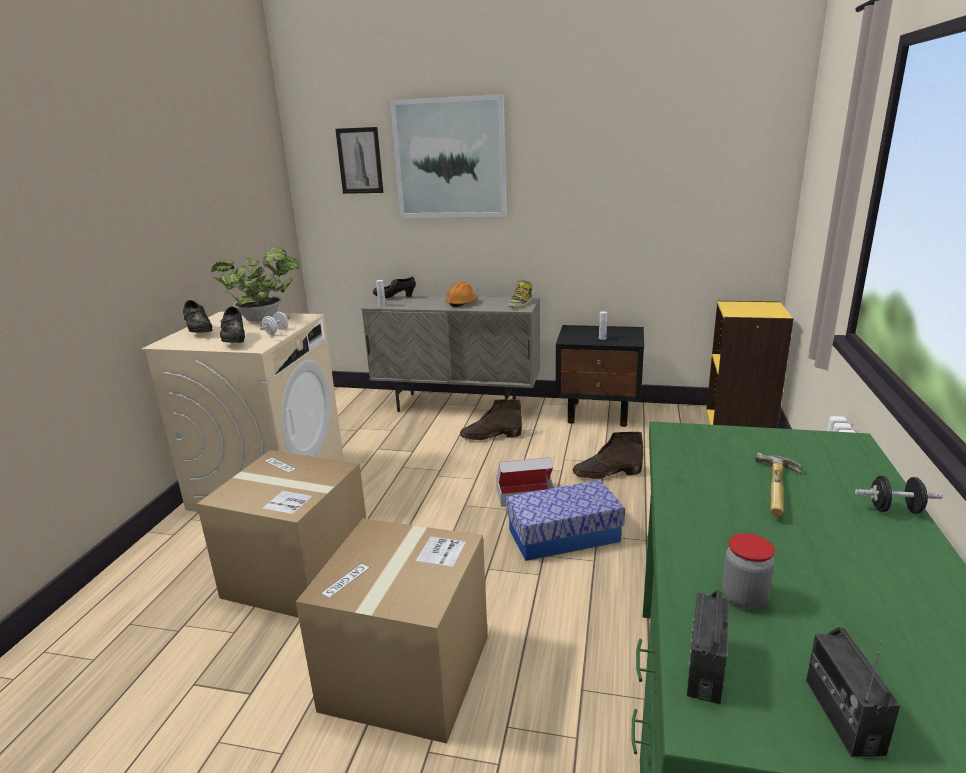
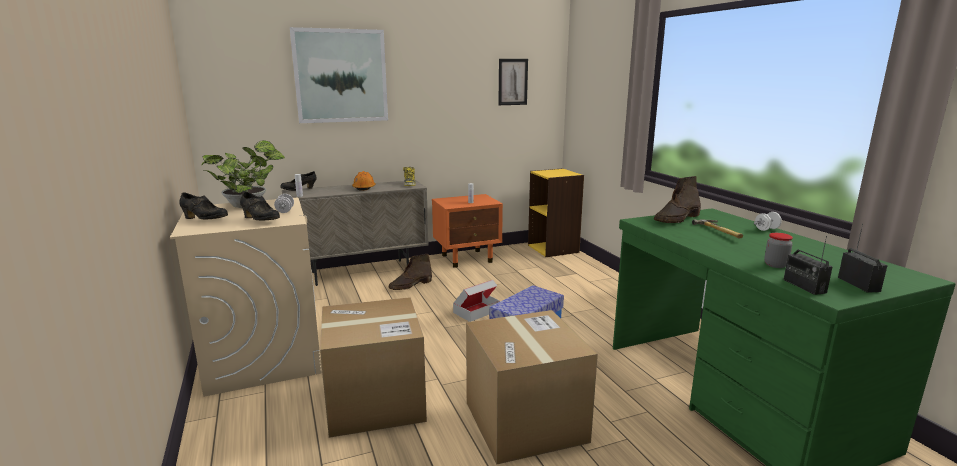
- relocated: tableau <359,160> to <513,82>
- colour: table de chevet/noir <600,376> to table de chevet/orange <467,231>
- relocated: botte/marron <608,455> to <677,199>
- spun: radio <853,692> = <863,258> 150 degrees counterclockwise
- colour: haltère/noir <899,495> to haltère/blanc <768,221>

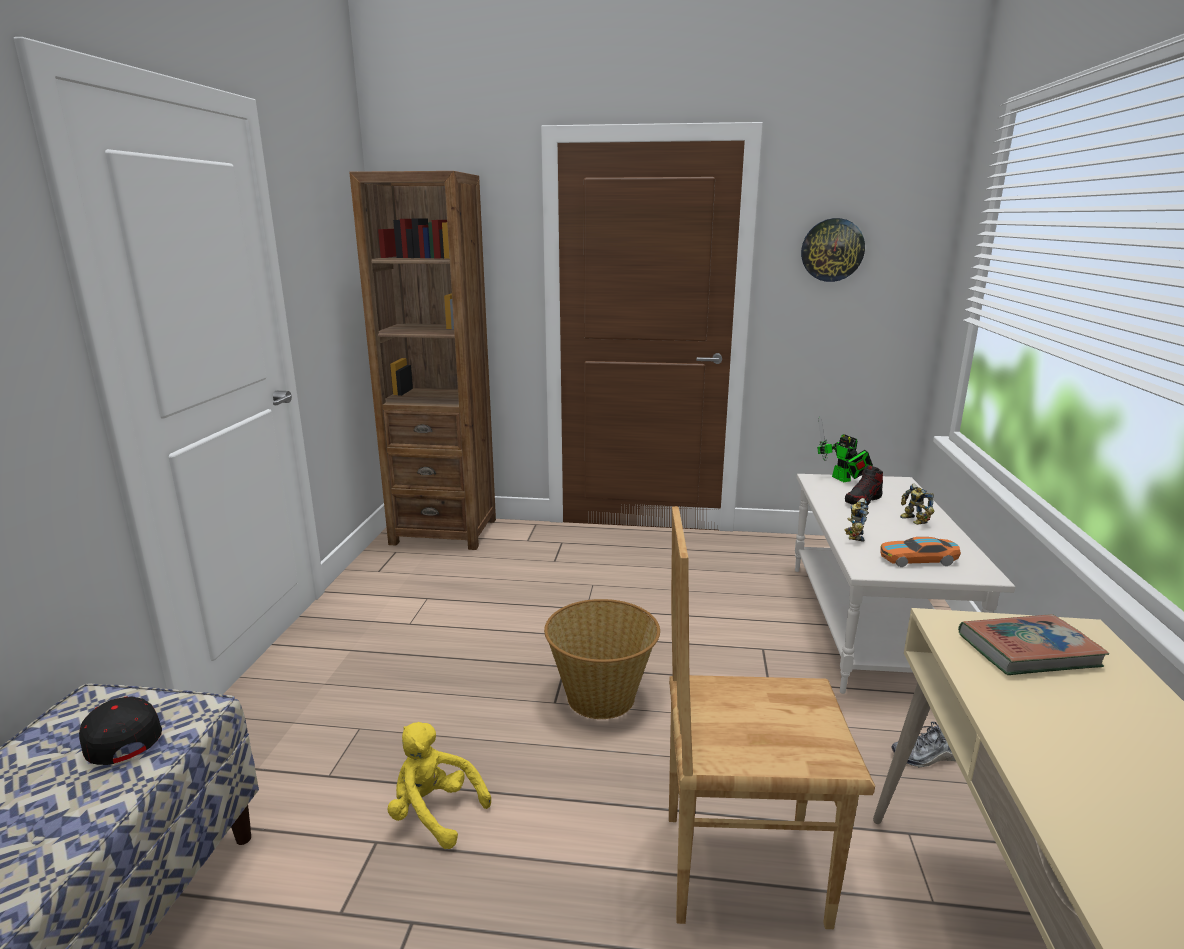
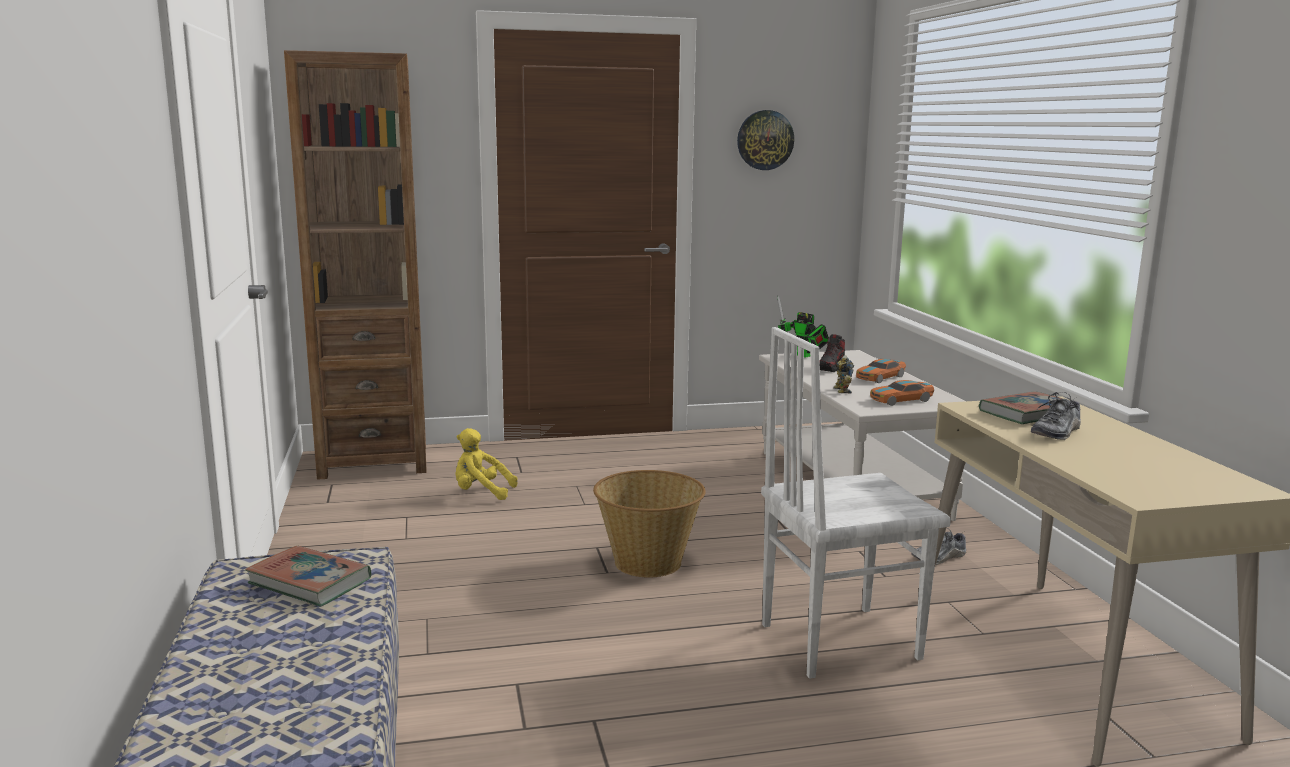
- exchanged: casquette/noir <120,730> to livre <308,576>
- relocated: peluche/jaune <439,785> to <486,464>
- colour: chaise/marron <772,717> to chaise/blanc <856,503>
- exchanged: robot jouet <917,504> to petite voiture <881,371>
- appeared: chaussure <1056,416>

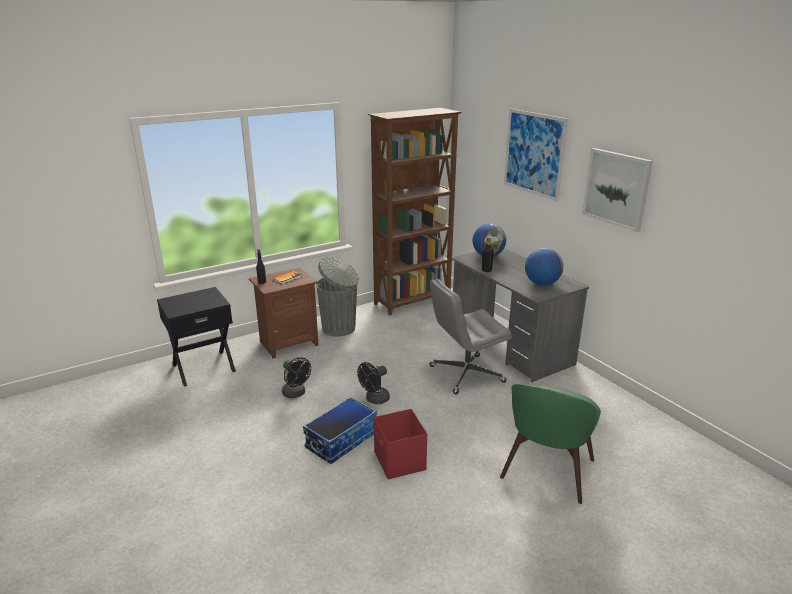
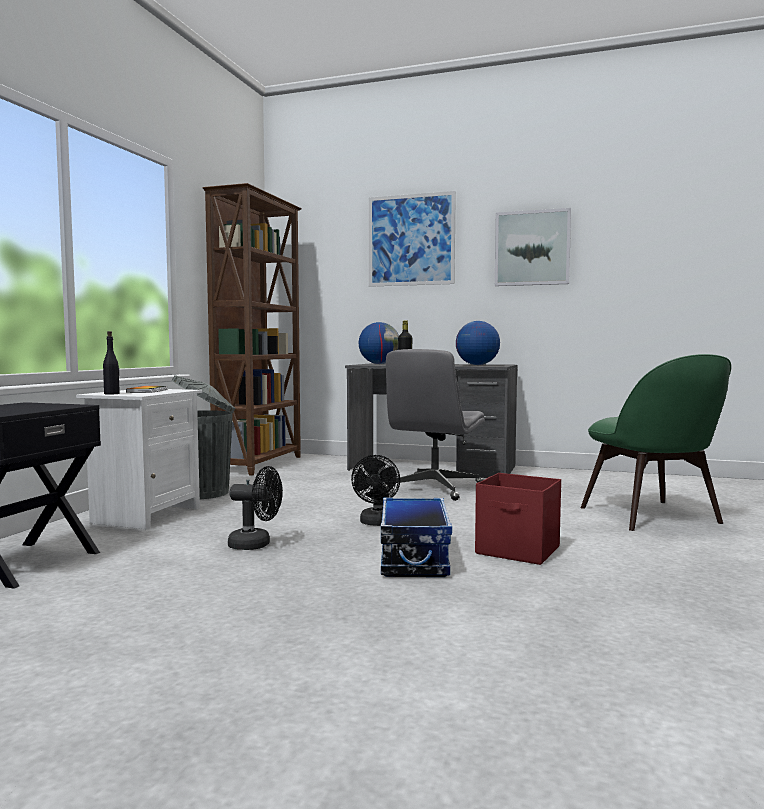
- colour: table de chevet/marron <284,313> to table de chevet/blanc <139,459>

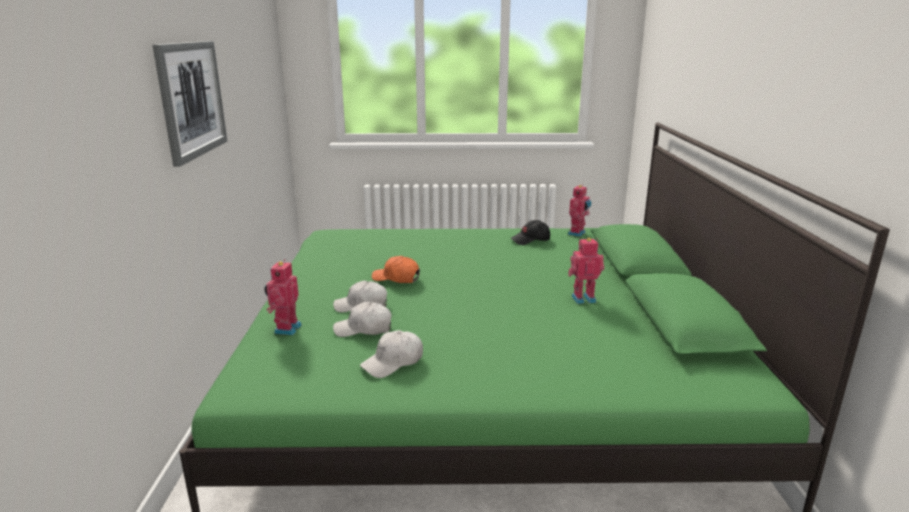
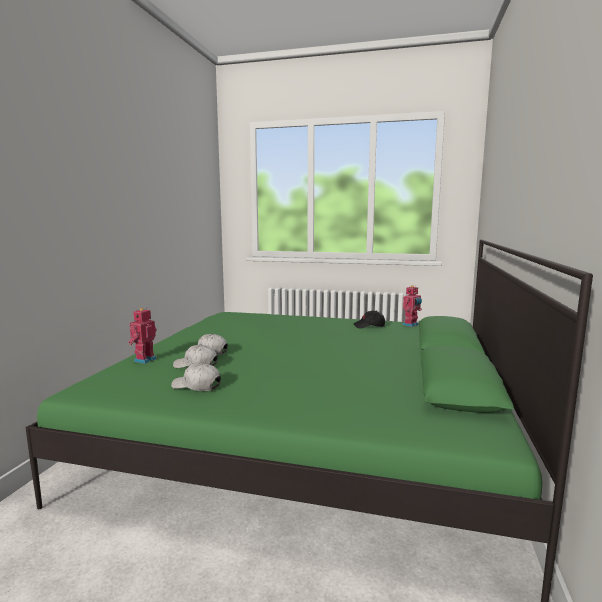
- missing: tableau <190,104>
- spun: casquette/blanc <391,354> = <196,377> 45 degrees clockwise
- missing: casquette/orange <396,269>
- missing: robot jouet <586,271>

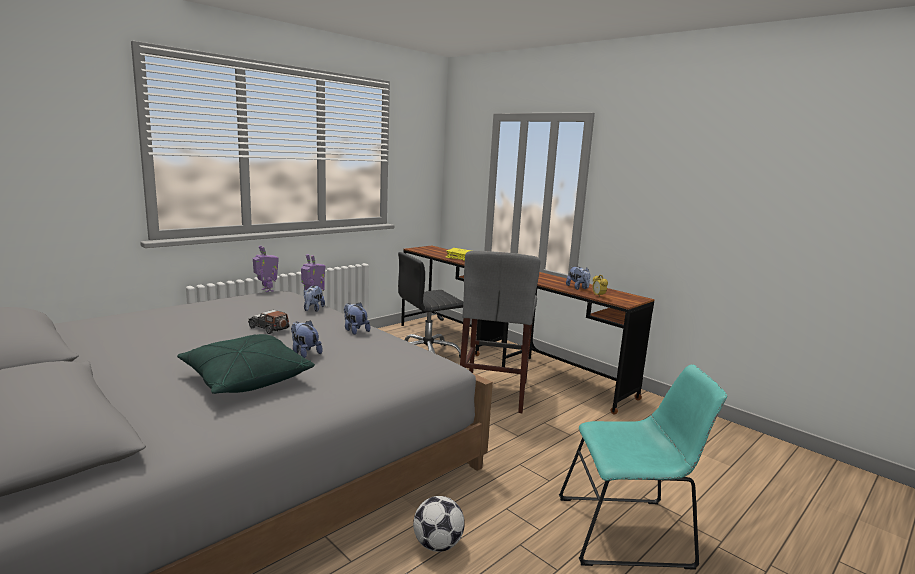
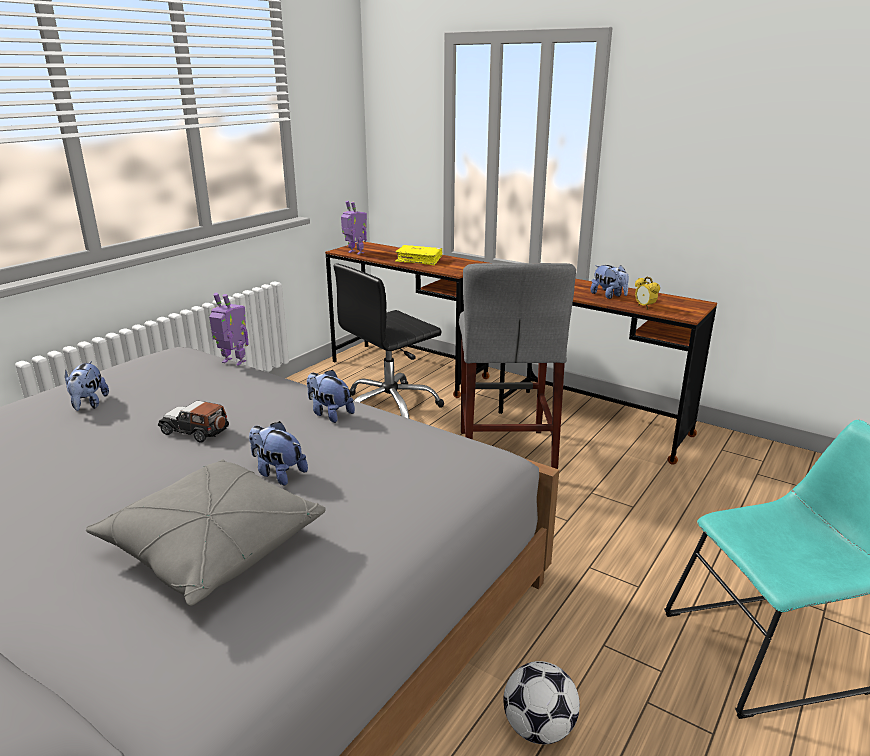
- colour: coussin/vert <246,364> to coussin/gris <206,532>
- relocated: robot jouet <266,269> to <354,228>
- relocated: peluche <314,298> to <87,386>

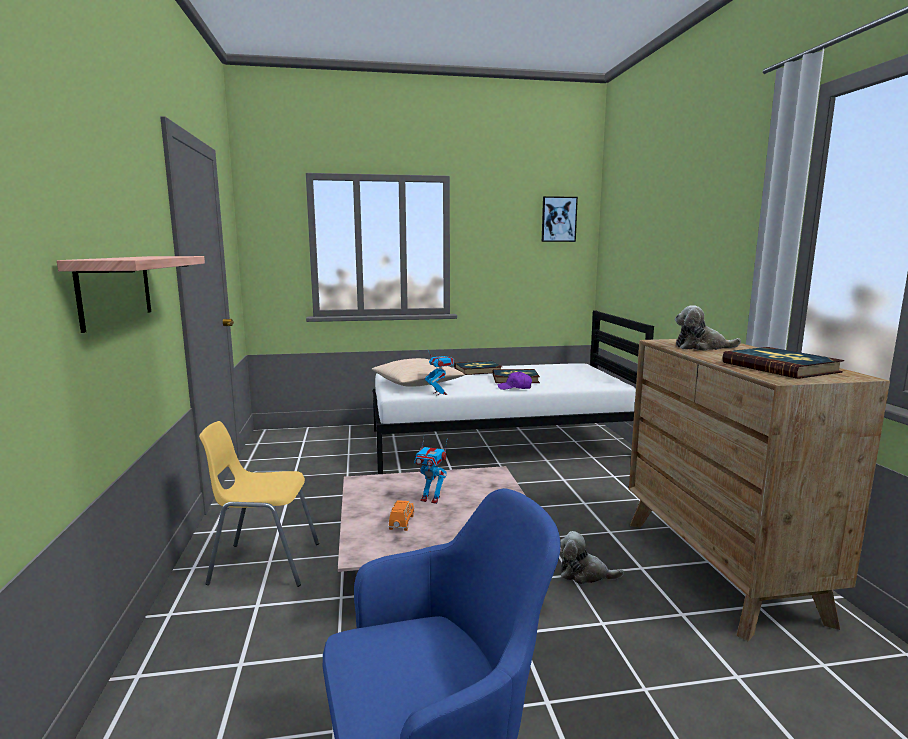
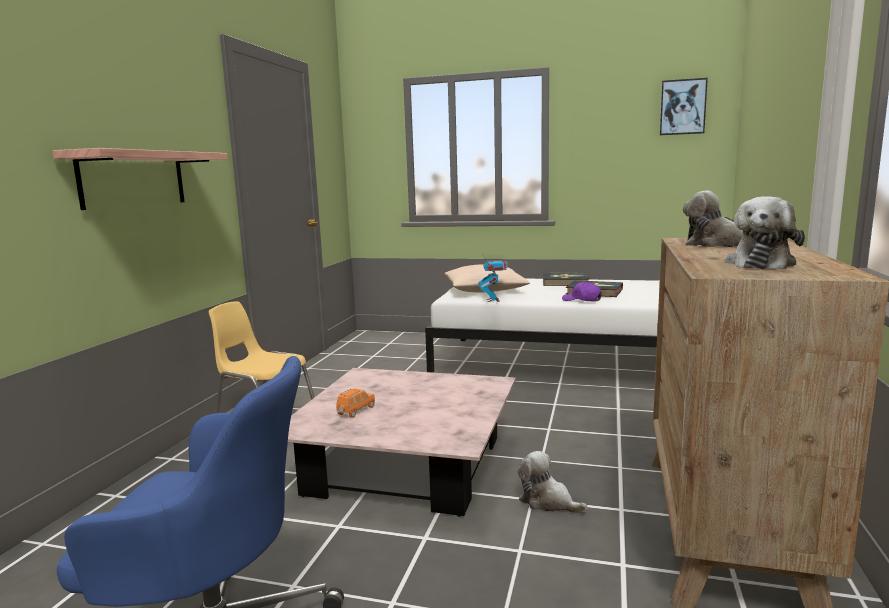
- missing: robot jouet <431,471>
- exchanged: livre <783,363> to peluche <765,233>

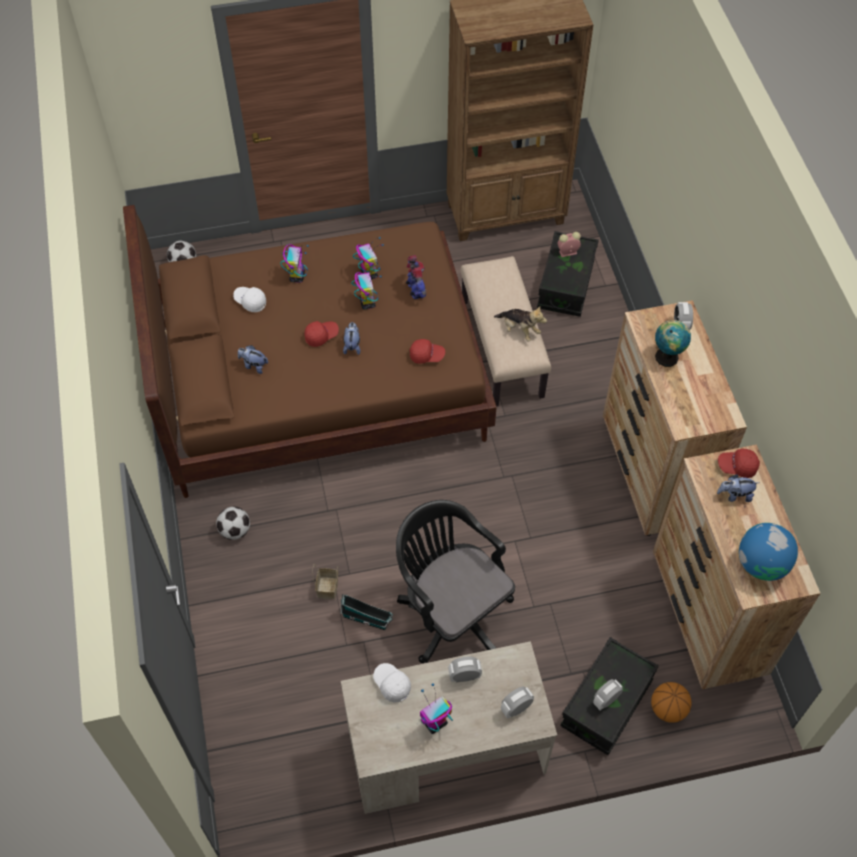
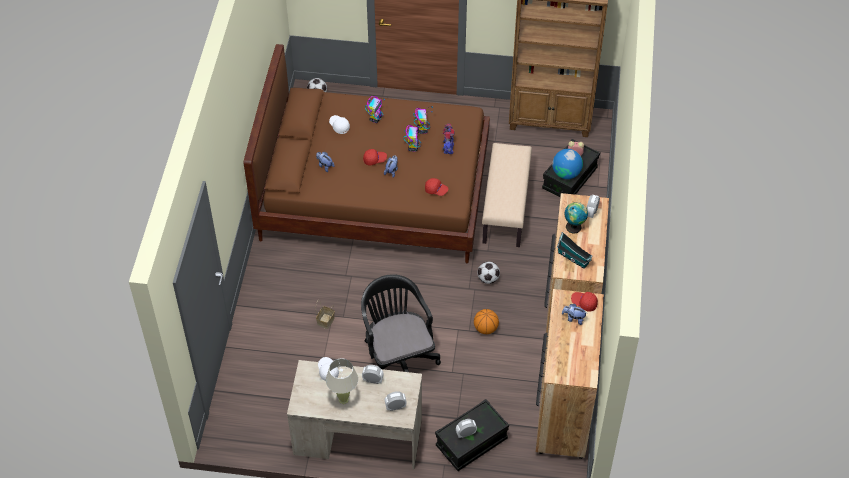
- relocated: ballon de foot <233,523> to <489,272>
- relocated: maison miniature <366,612> to <575,250>
- exchanged: robot jouet <436,708> to lampe de table/beige <342,381>
- missing: peluche <520,323>
- relocated: ballon de basket <671,702> to <486,321>
- relocated: globe <768,552> to <567,164>

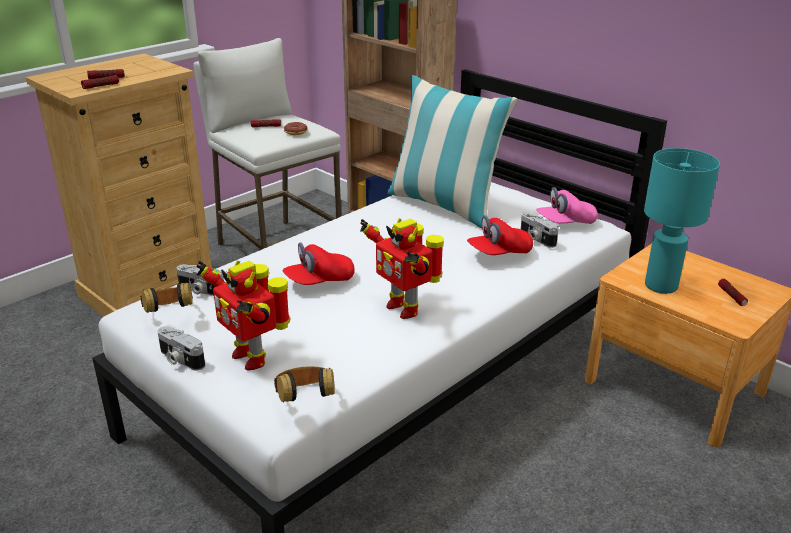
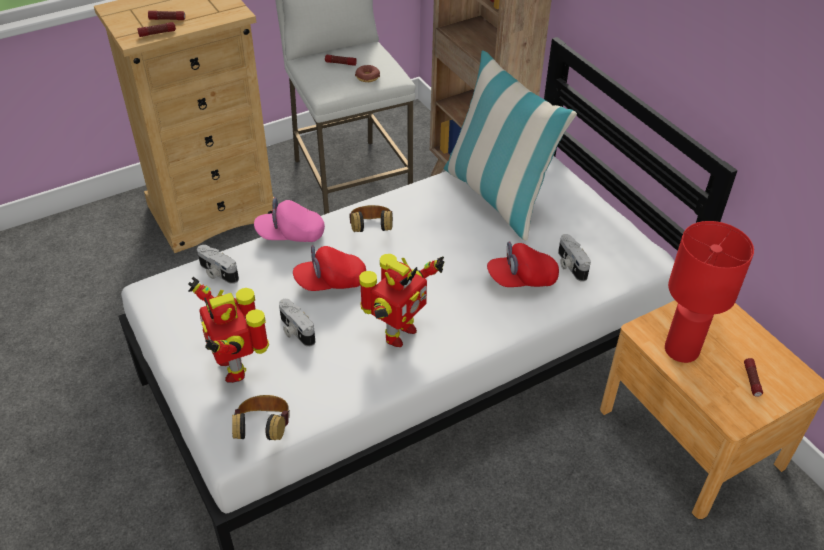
- relocated: casque audio <166,297> to <371,218>
- relocated: appareil photo <181,348> to <297,323>
- spun: robot jouet <402,268> = <401,300> 120 degrees counterclockwise
- relocated: casquette/rose <567,205> to <289,219>
- colour: lampe de table/turquoise <682,221> to lampe de table/rouge <709,292>

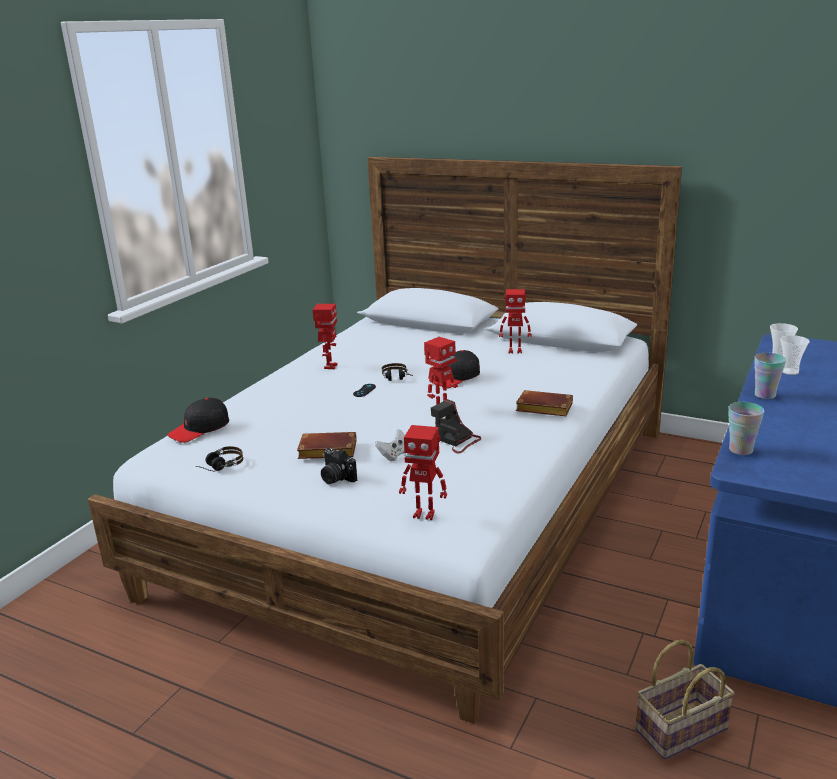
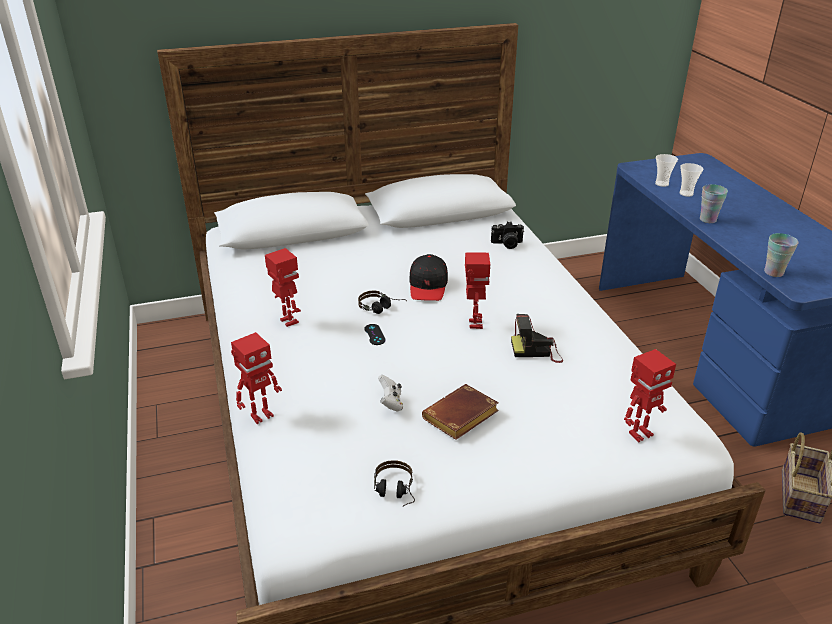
- missing: casquette/noir <198,420>
- relocated: appareil photo <339,466> to <507,235>
- relocated: manette/blanc <390,445> to <390,393>
- relocated: robot jouet <515,321> to <256,378>
- missing: livre/marron <544,403>

